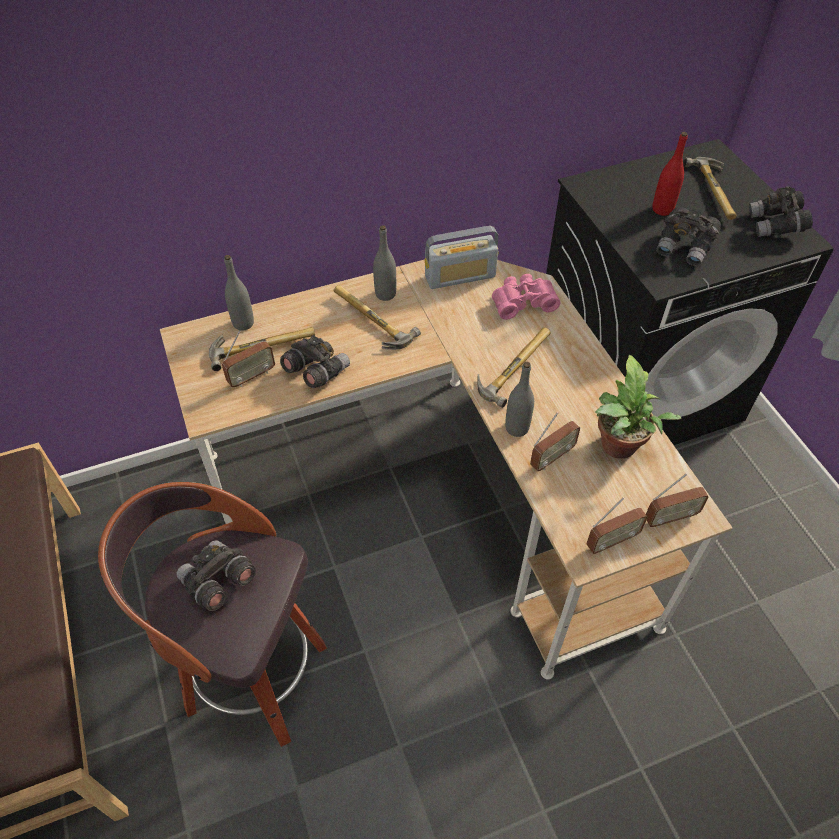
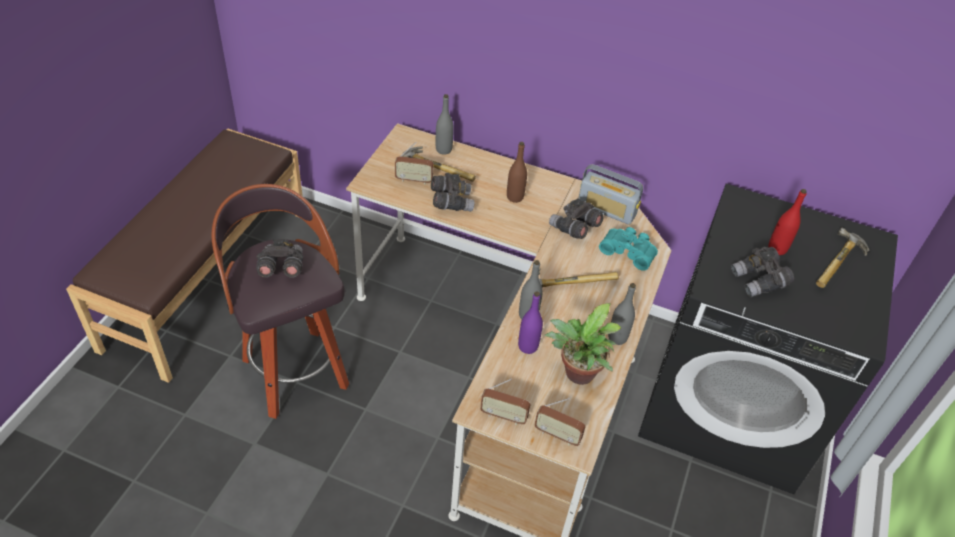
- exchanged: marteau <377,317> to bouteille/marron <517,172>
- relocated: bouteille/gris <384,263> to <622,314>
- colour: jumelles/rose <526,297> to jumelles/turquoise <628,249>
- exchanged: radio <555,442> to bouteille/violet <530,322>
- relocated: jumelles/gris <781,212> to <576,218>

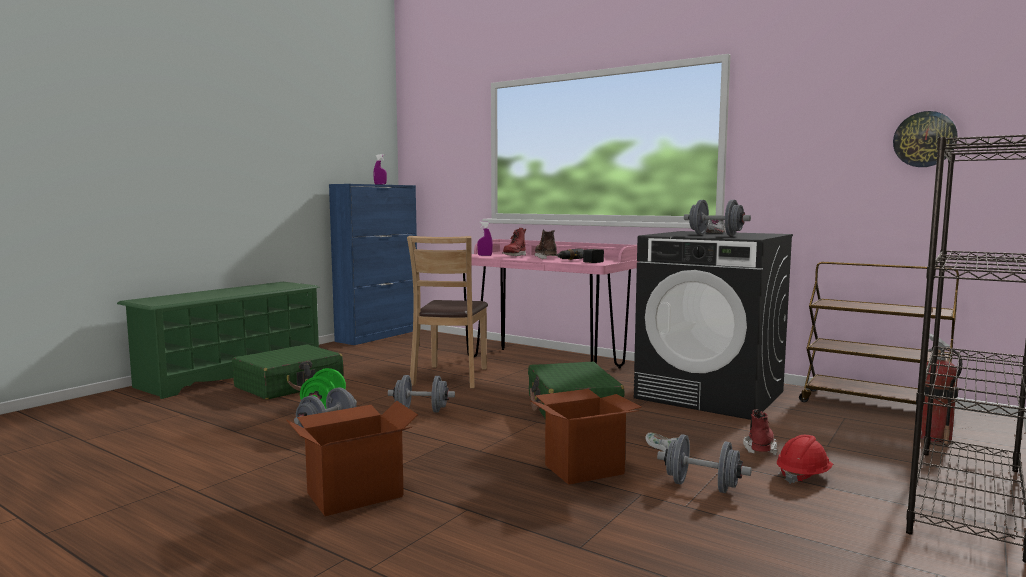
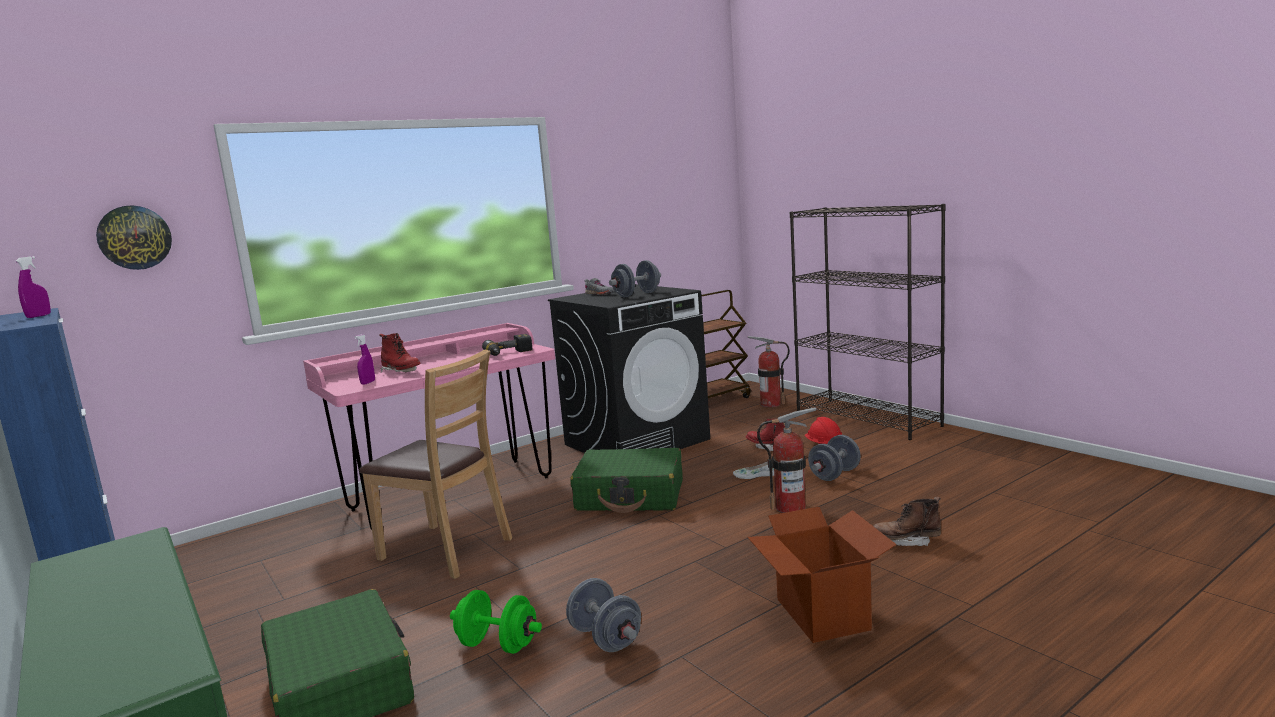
- missing: haltère/gris <421,394>
- exchanged: carton <586,437> to extincteur <786,460>
- relocated: botte/marron <547,244> to <907,521>
- relocated: horloge murale <925,139> to <134,237>

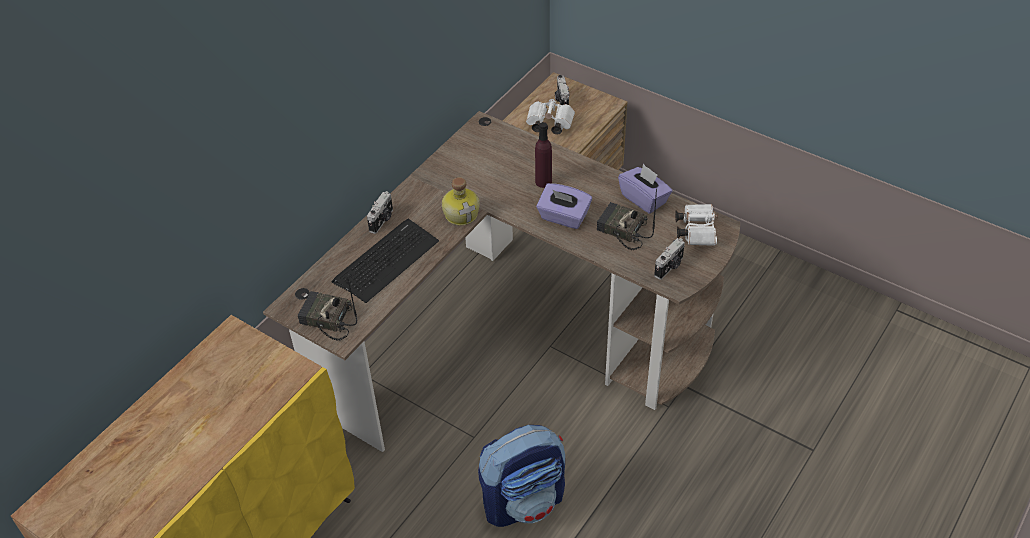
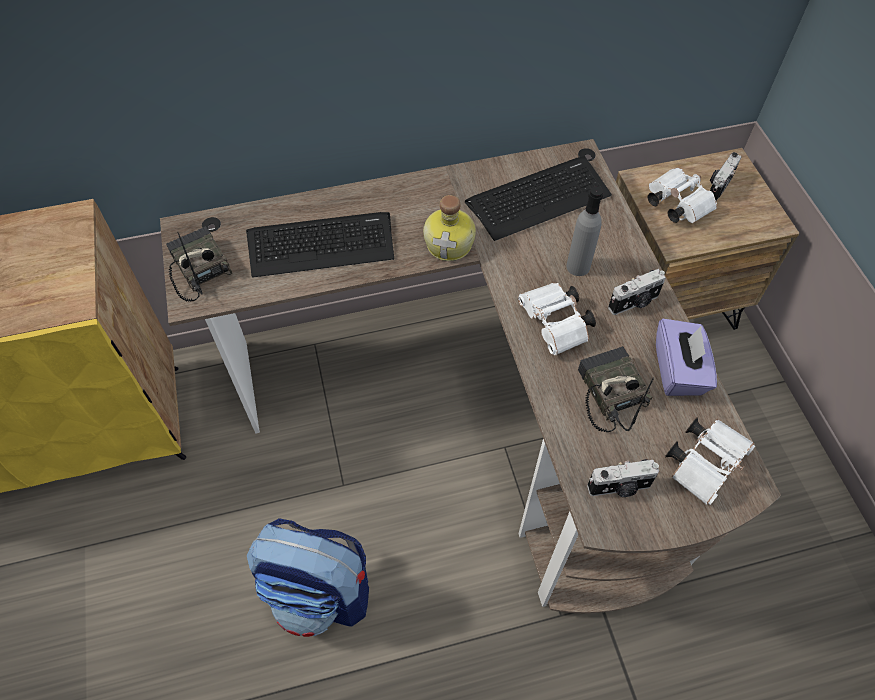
- relocated: appareil photo <380,212> to <637,292>
- colour: bouteille/violet <543,155> to bouteille/gris <584,231>
- exchanged: boîte à mouchoirs/violet <564,206> to jumelles/blanc <557,319>
- appeared: clavier <538,198>

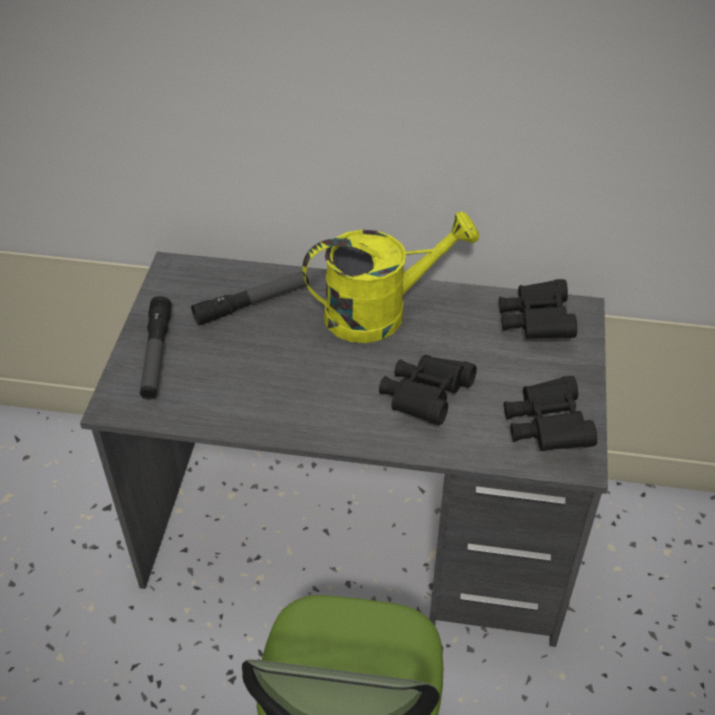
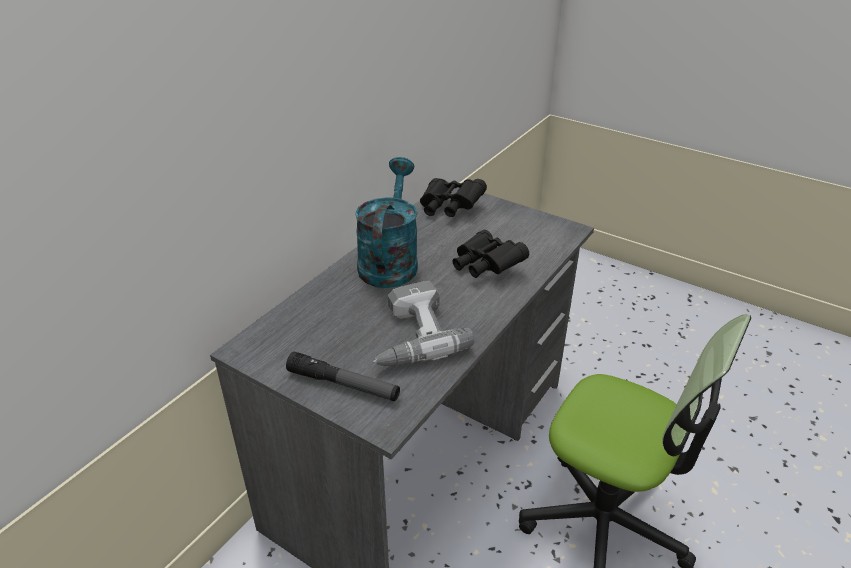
- missing: lampe de poche <250,299>
- colour: arrosoir/jaune <390,277> to arrosoir/turquoise <386,222>
- missing: jumelles/noir <550,413>
- appeared: perceuse <423,323>

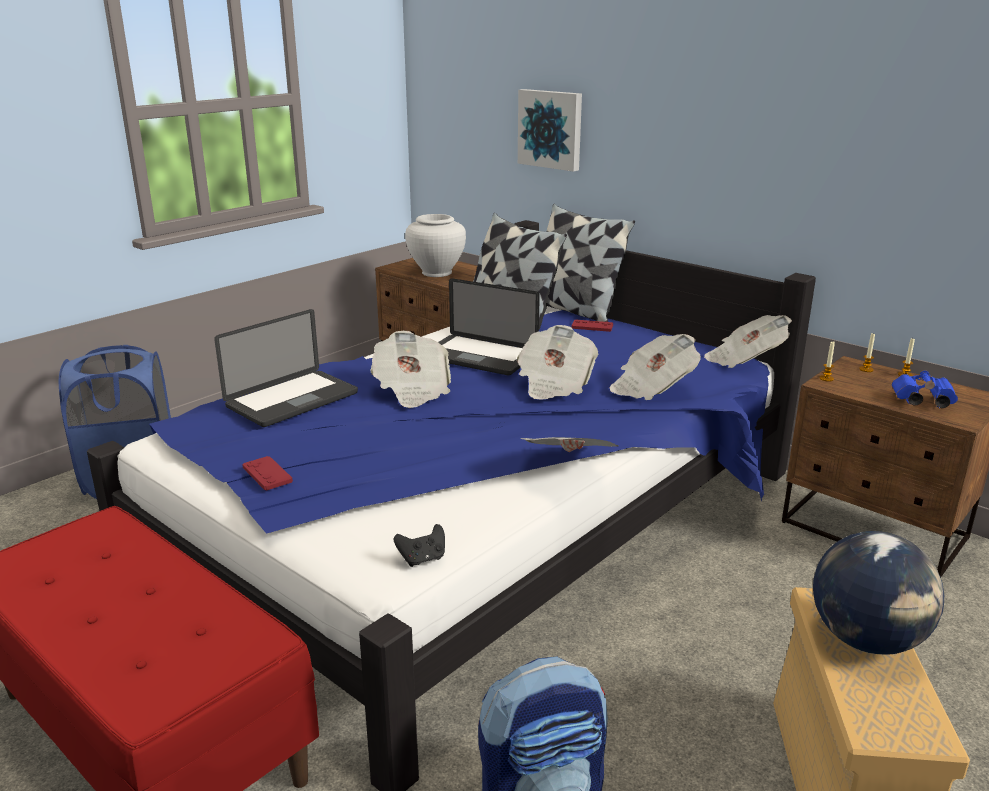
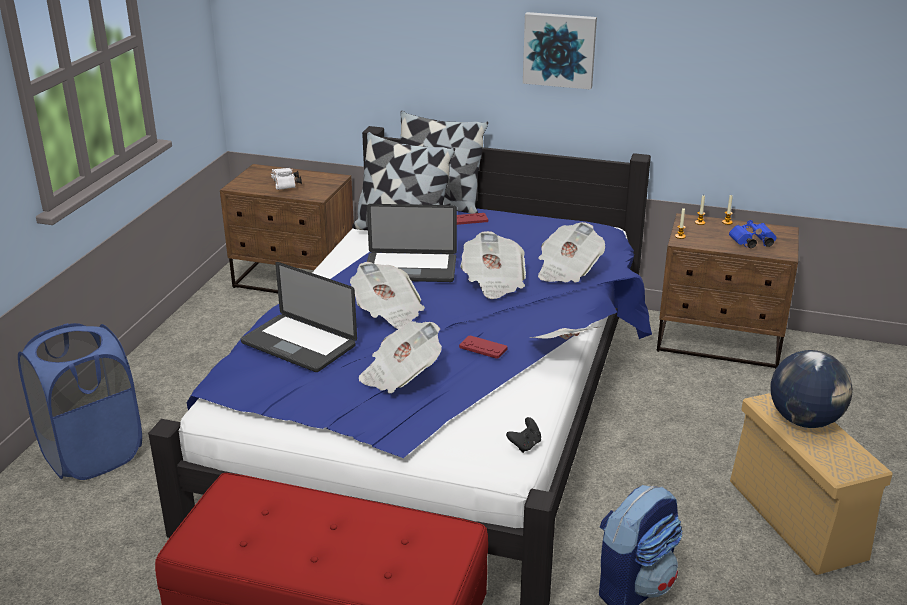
- spun: ordinateur portable <286,368> = <299,317> 105 degrees clockwise
- relocated: manette/rouge <267,473> to <483,347>
- exchanged: vase/blanc <435,245> to jumelles/blanc <286,179>
- relocated: tableau <550,130> to <560,51>
- relocated: journal <748,341> to <400,357>

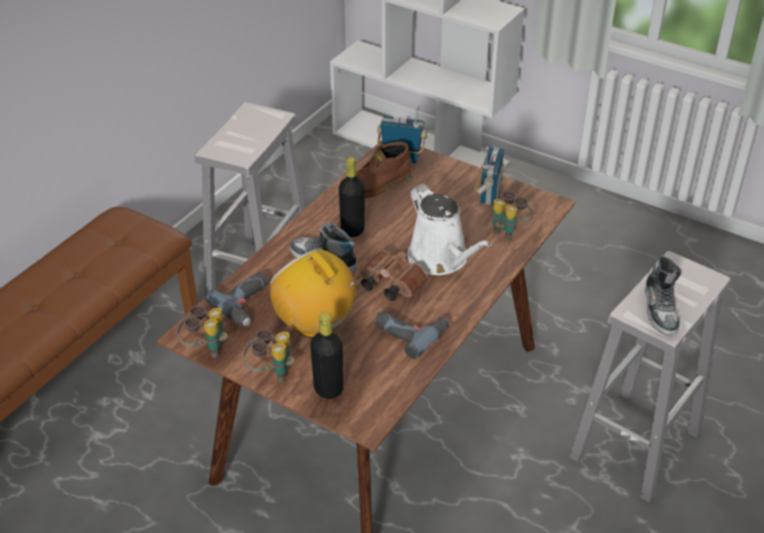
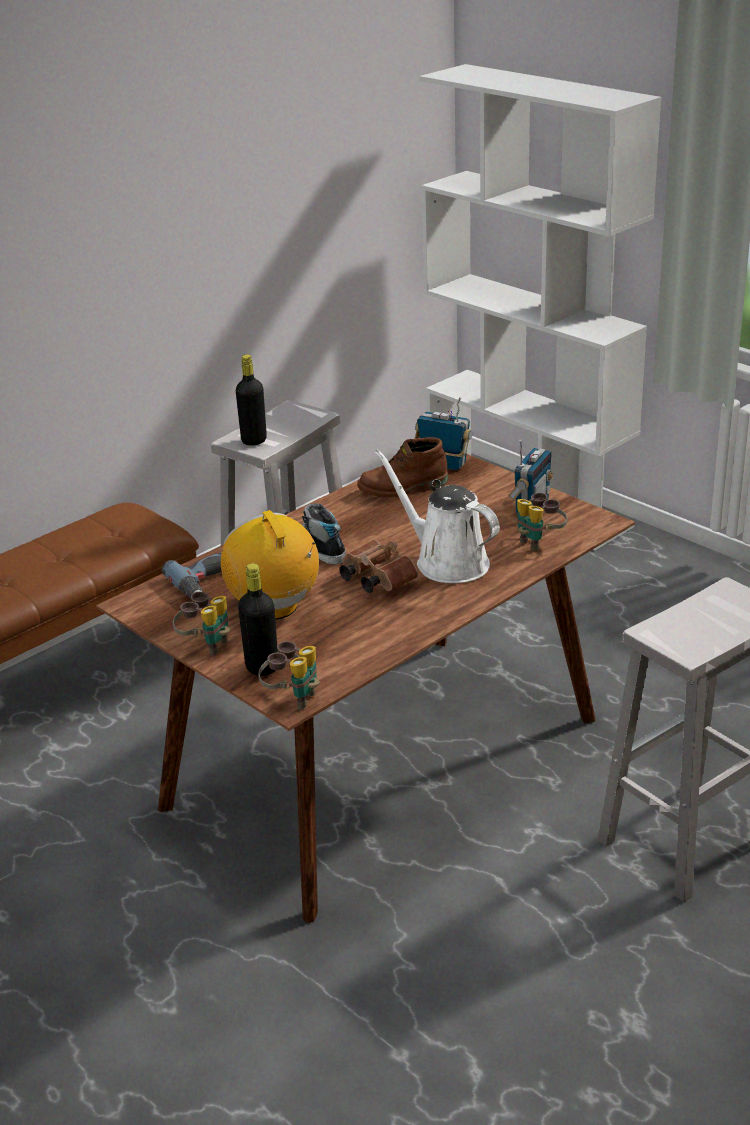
- relocated: jumelles <202,331> to <289,675>
- relocated: bouteille/noir <352,197> to <251,400>
- missing: perceuse <411,335>
- spun: arrosoir/blanc <449,229> = <437,516> 150 degrees clockwise
- missing: chaussure <663,295>

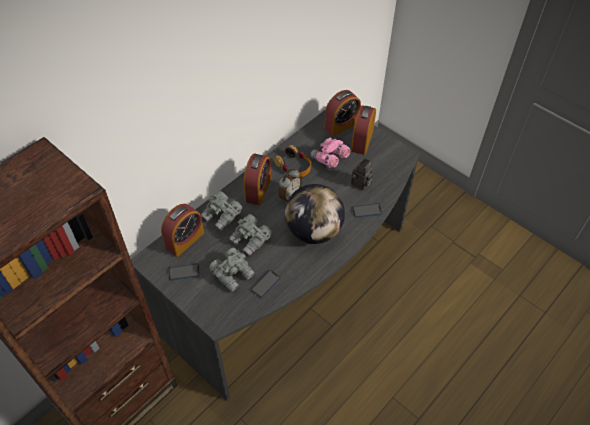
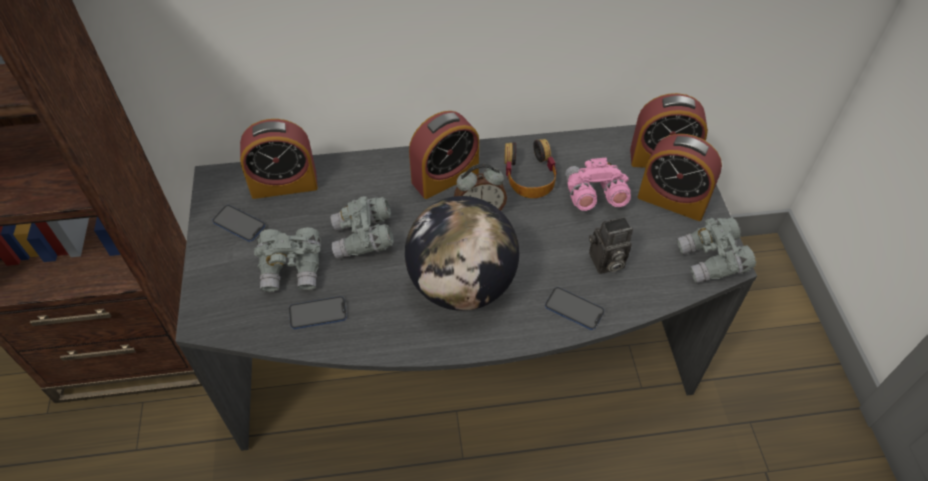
- relocated: jumelles/gris <221,211> to <716,250>
- spun: réveil <363,130> = <680,177> 120 degrees counterclockwise

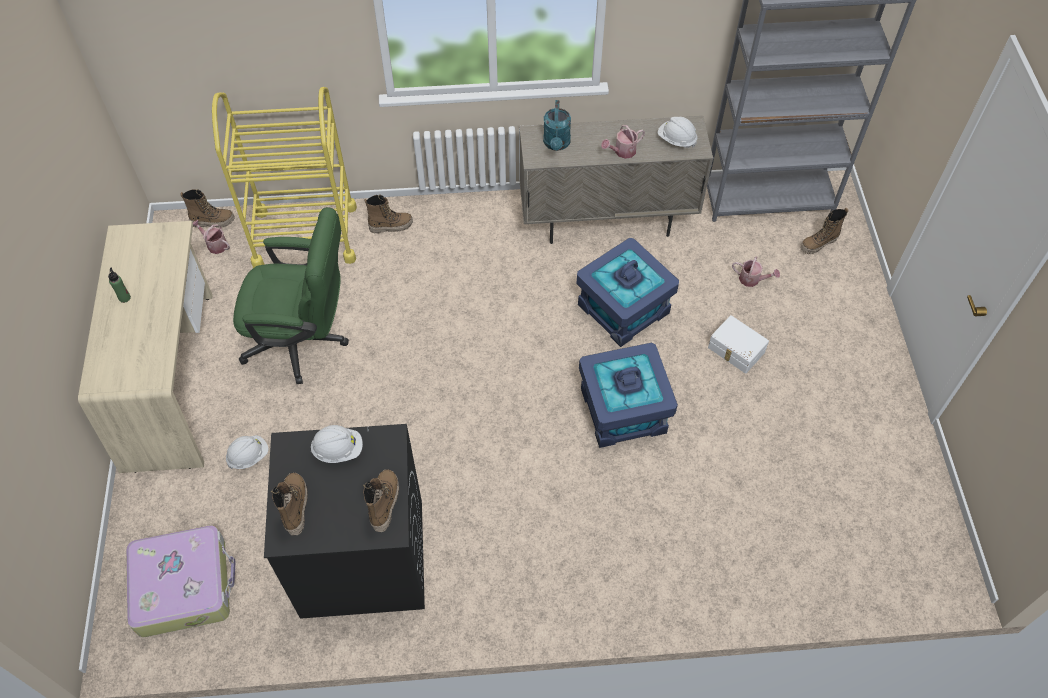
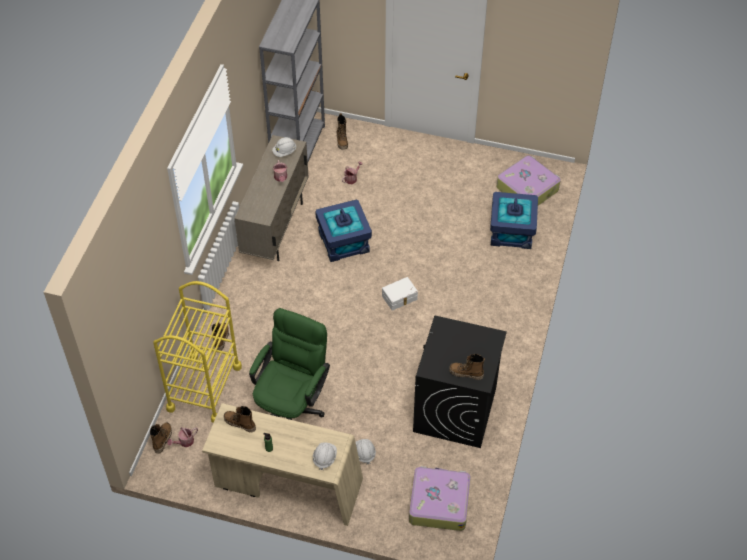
- relocated: casque de chantier/blanc <337,444> to <325,456>
- relocated: botte <381,500> to <240,419>
- missing: arrosoir/turquoise <557,125>
- relocated: boîte de rangement/bleu <628,395> to <514,220>
- relocated: boîte de rangement/blanc <738,344> to <400,294>
- appeared: valise <529,180>

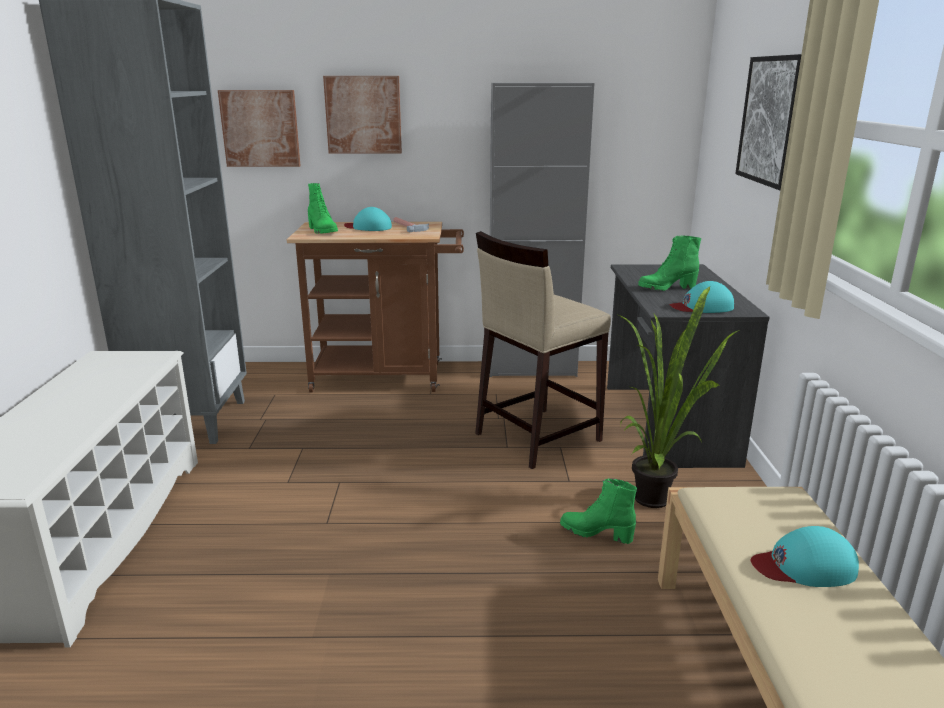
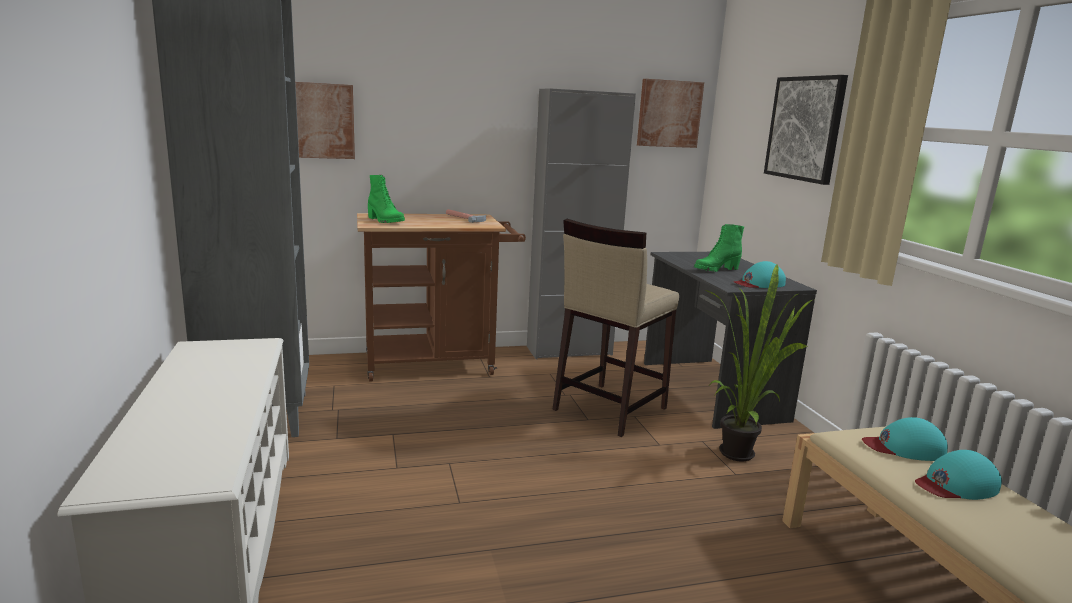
- relocated: tableau <362,114> to <670,113>
- relocated: casquette/turquoise <368,219> to <905,439>
- missing: botte/vert <598,511>

